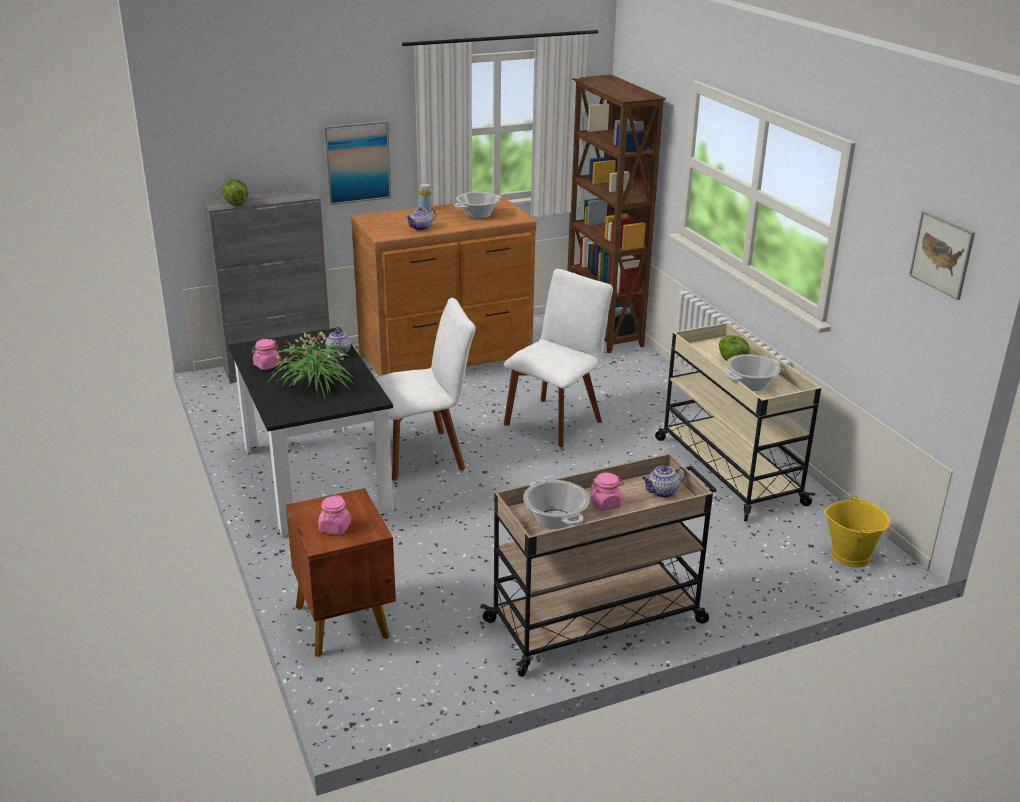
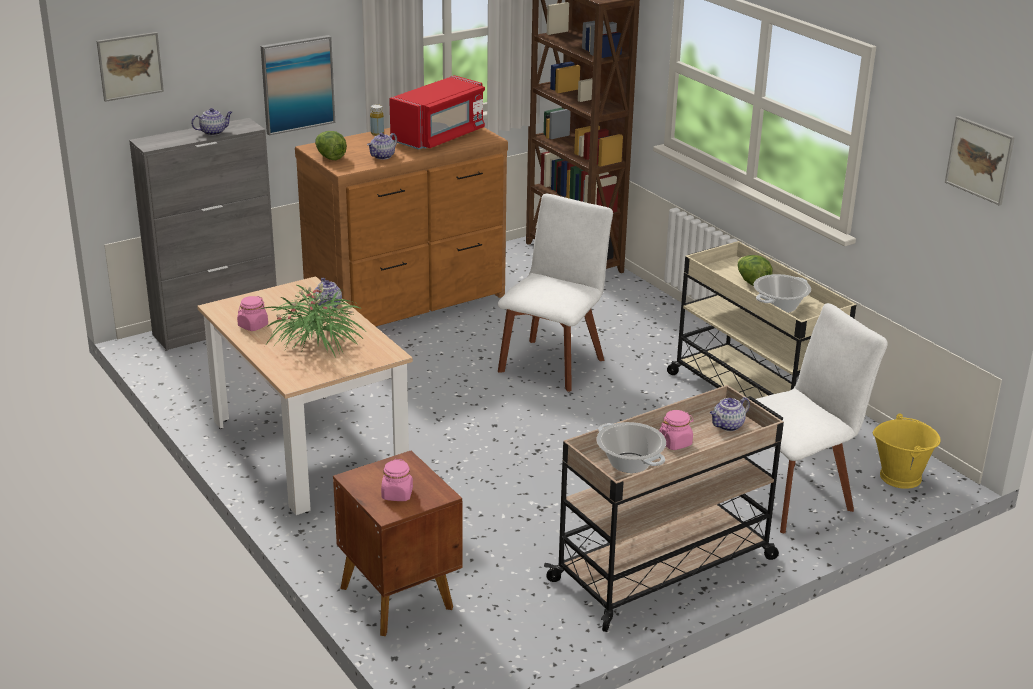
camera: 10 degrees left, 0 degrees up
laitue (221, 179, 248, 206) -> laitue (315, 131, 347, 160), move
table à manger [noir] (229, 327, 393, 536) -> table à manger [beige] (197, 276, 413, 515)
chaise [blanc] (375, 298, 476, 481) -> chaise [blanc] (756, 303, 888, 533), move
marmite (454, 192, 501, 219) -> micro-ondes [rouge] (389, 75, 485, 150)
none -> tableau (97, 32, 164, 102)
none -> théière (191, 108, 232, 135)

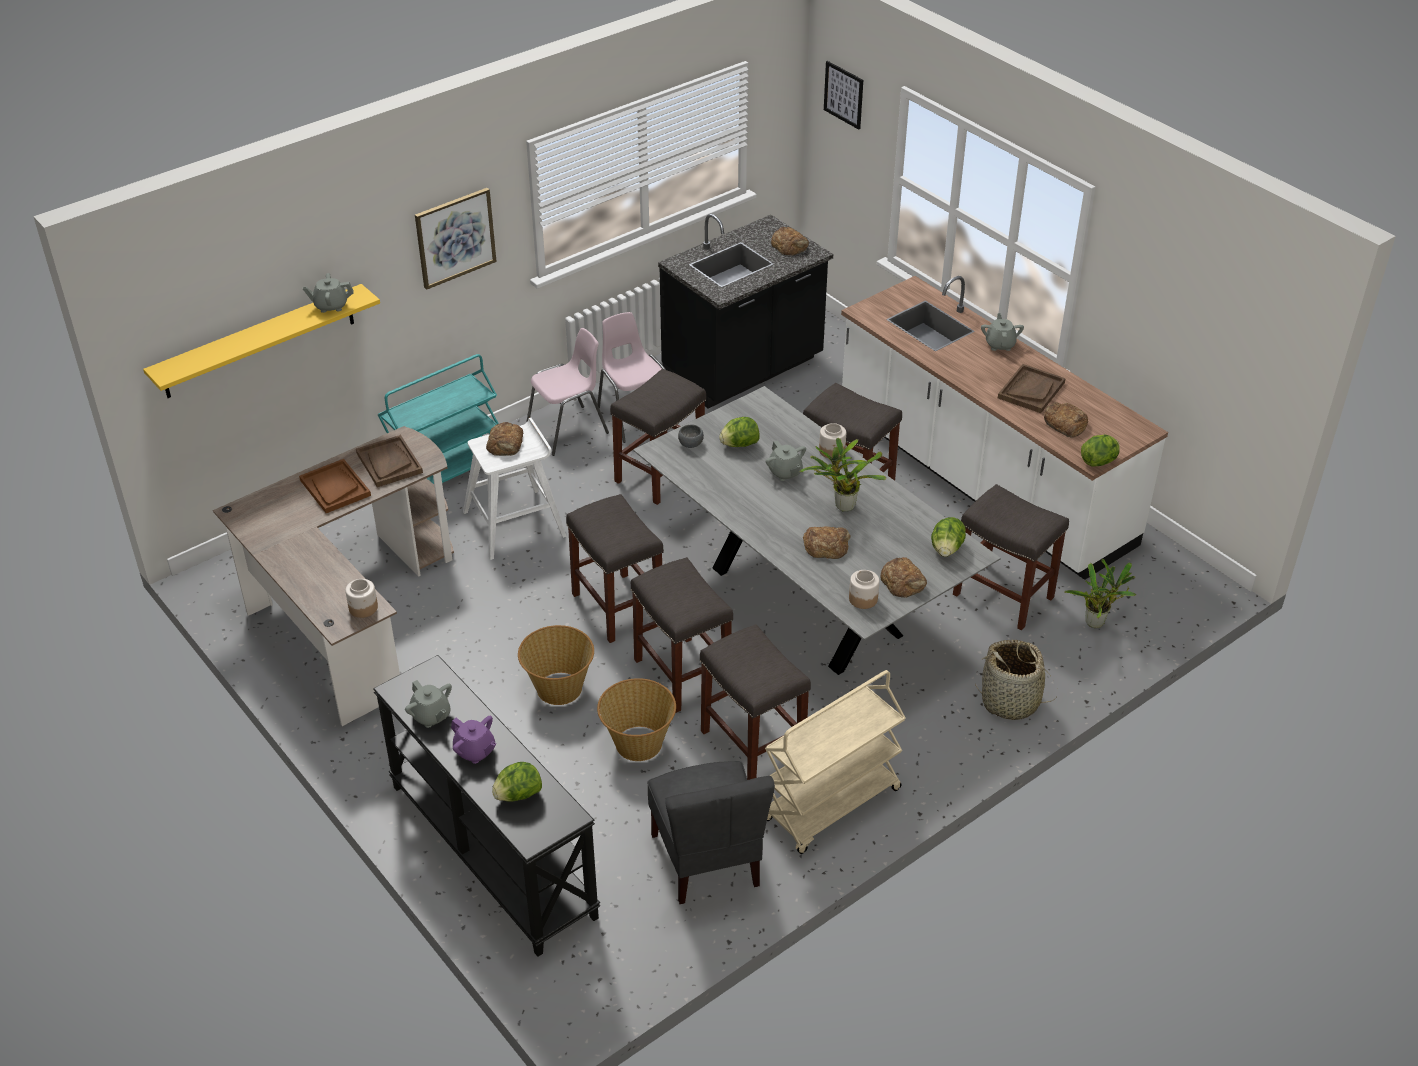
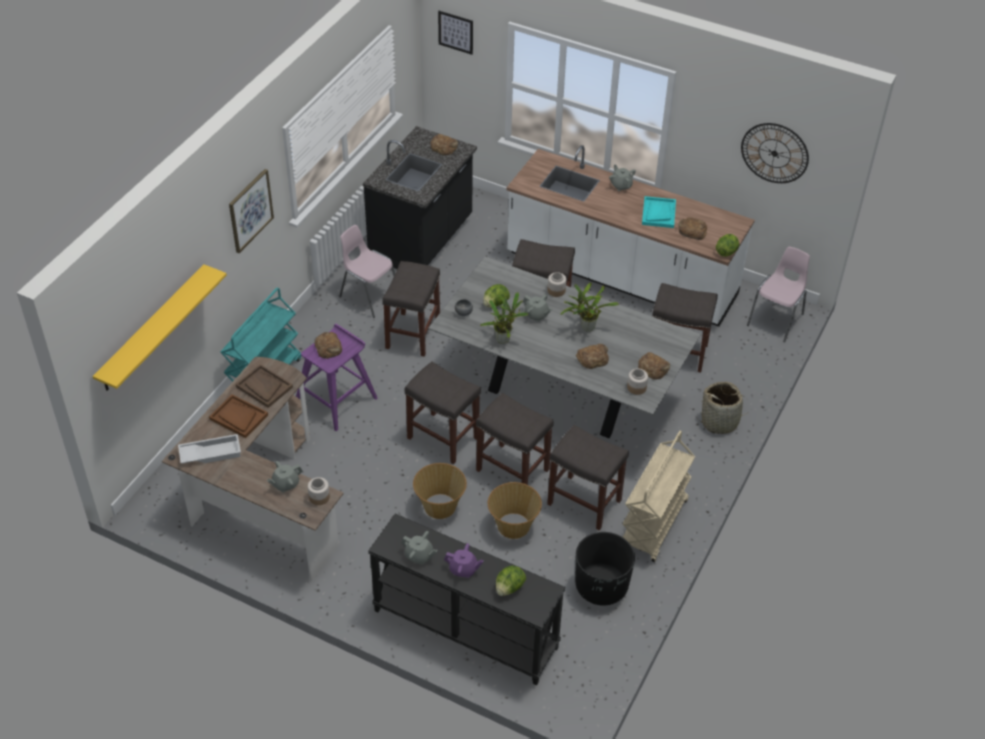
camera: 25 degrees left, 5 degrees up
théière [gris] (303, 273, 354, 313) -> théière [gris] (267, 461, 302, 493), move
tabouret [blanc] (463, 418, 567, 560) -> tabouret [violet] (296, 324, 378, 431)
chaise [rose] (526, 328, 609, 456) -> chaise [rose] (747, 247, 810, 342), move
chaise [gris] (647, 761, 775, 904) -> cache-pot [noir] (575, 532, 635, 606)
laitue (931, 517, 966, 557) -> none
plateau [marron] (998, 364, 1066, 413) -> plateau [turquoise] (642, 196, 676, 228)
plante en pot (1064, 559, 1136, 628) -> plante en pot (480, 292, 528, 344), move
none -> plateau [blanc] (178, 434, 241, 463)
none -> horloge murale (741, 123, 809, 183)

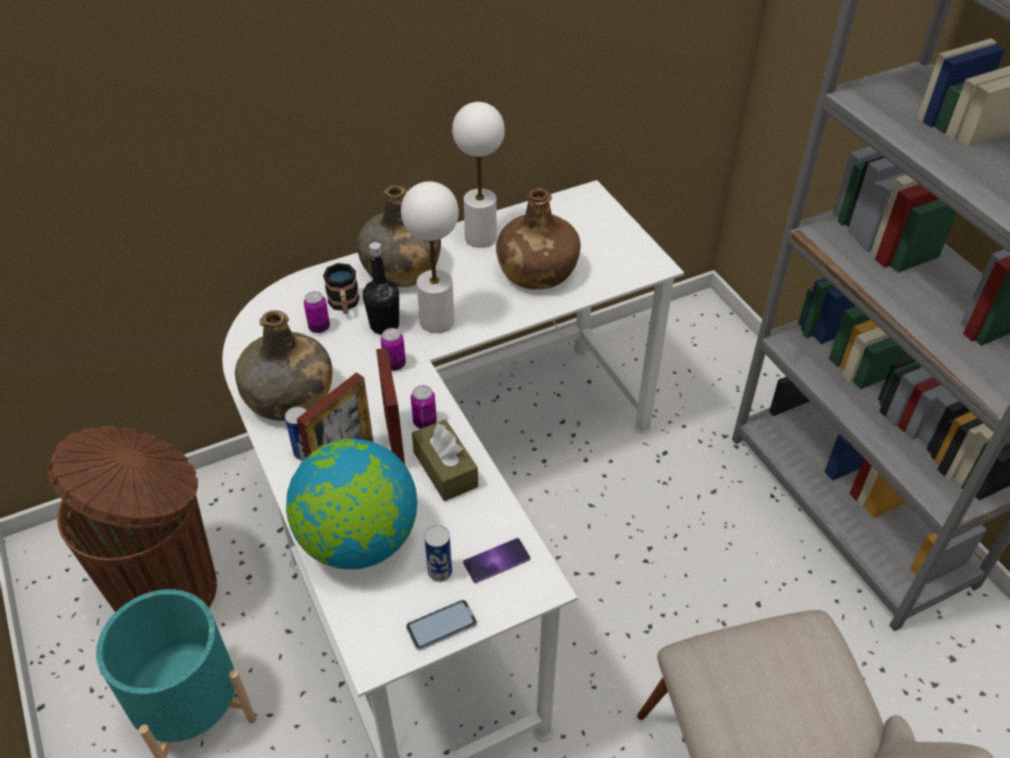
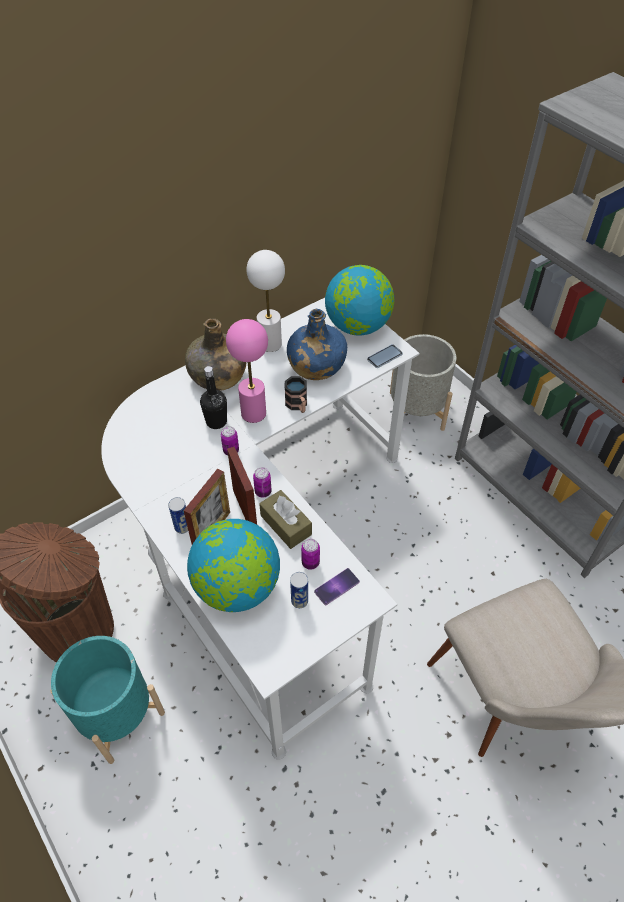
camera: 10 degrees left, 5 degrees up
bouteille [vert] (235, 310, 332, 421) -> none
boîte métallique (304, 291, 330, 333) -> boîte métallique (301, 539, 320, 570), move
mug (323, 263, 360, 314) -> mug (284, 376, 307, 413), move
lampe de table [blanc] (401, 181, 459, 333) -> lampe de table [rose] (226, 319, 268, 423)
téléphone (406, 600, 477, 650) -> téléphone (367, 345, 403, 368), move
bouteille [marron] (496, 188, 581, 290) -> bouteille [bleu] (287, 309, 347, 380)
none -> globe (325, 265, 394, 336)
none -> cache-pot [gris] (390, 334, 456, 431)

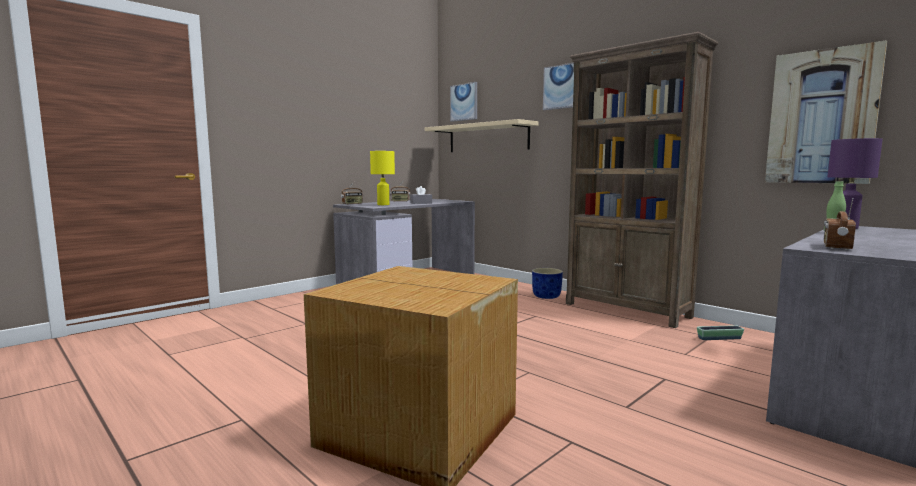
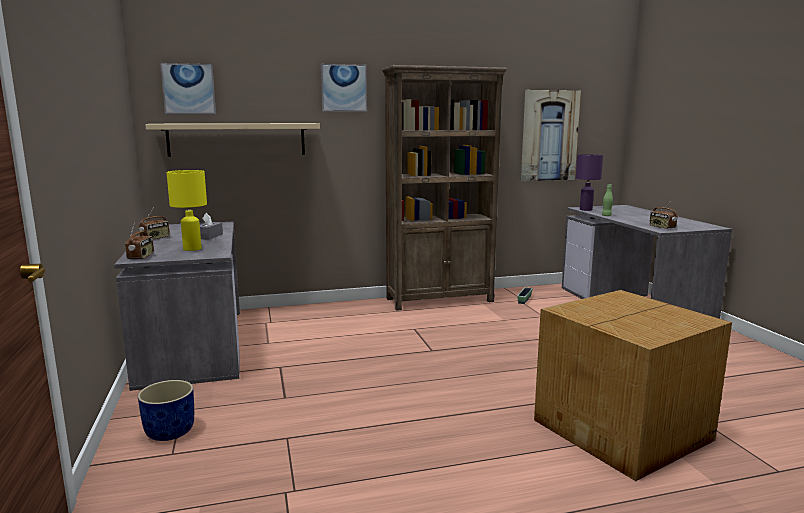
camera: 60 degrees left, 5 degrees up
cache-pot [bleu] (532, 268, 563, 299) -> cache-pot [bleu] (138, 380, 194, 441), move

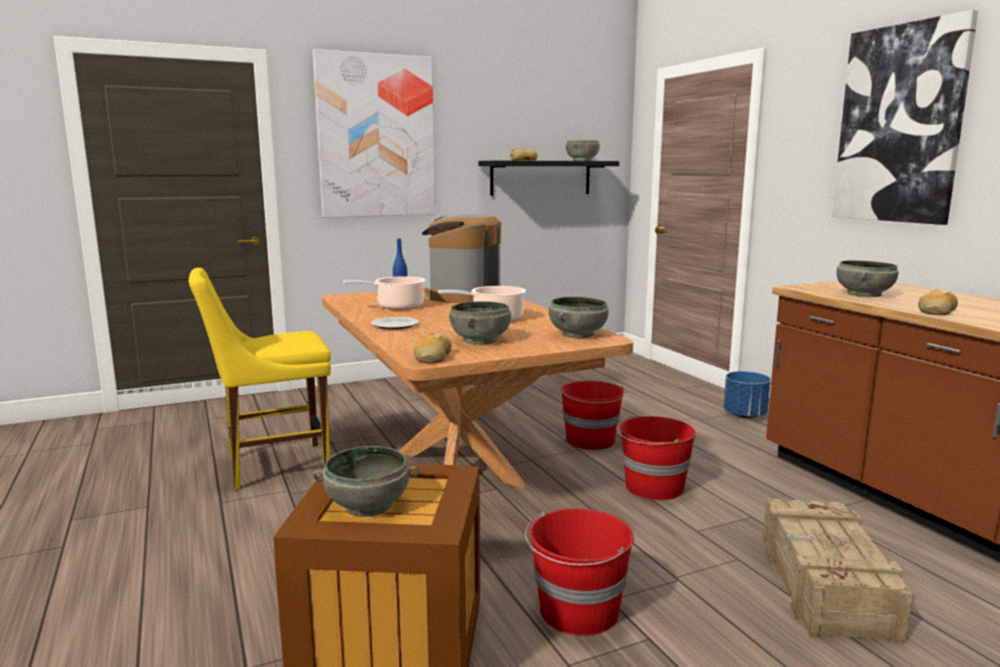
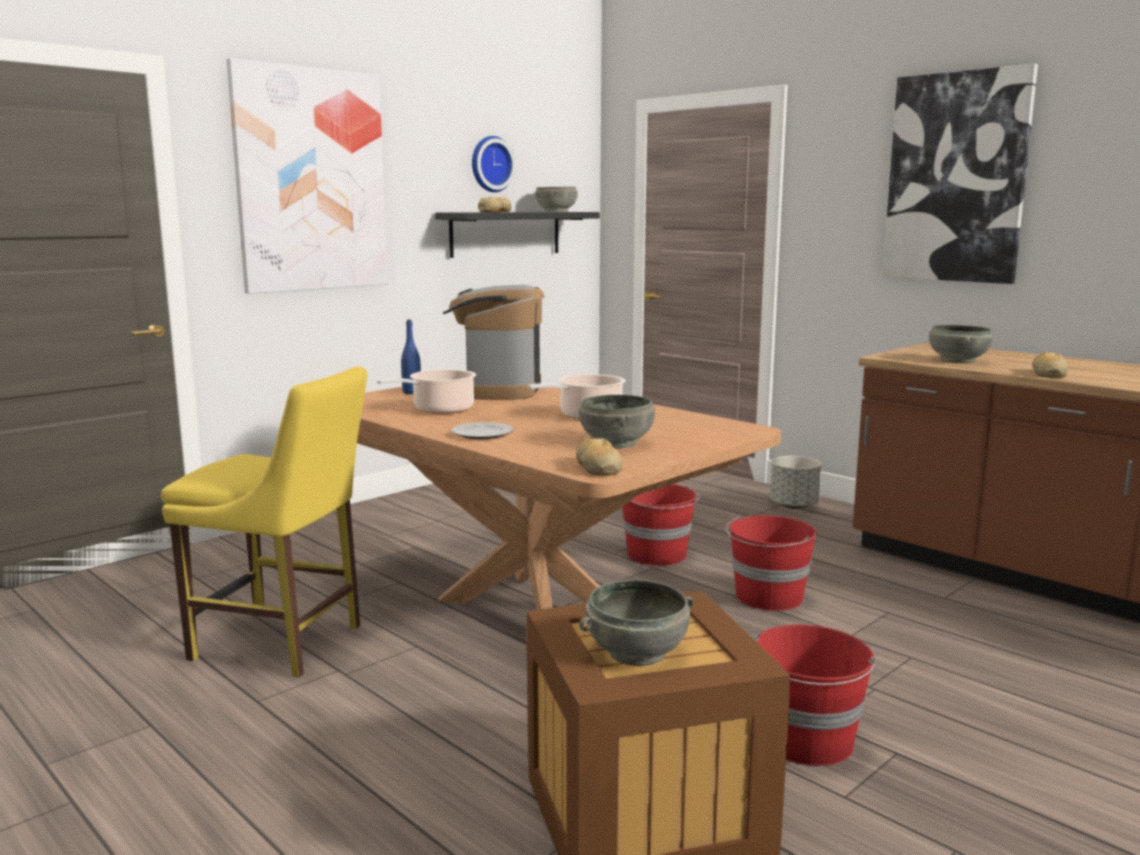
camera: 20 degrees left, 0 degrees up
chaise [jaune] (189, 268, 331, 491) -> chaise [jaune] (161, 367, 367, 678), 120 degrees counterclockwise
bol [gris] (549, 297, 609, 338) -> none
cache-pot [bleu] (724, 371, 771, 419) -> cache-pot [gris] (770, 456, 821, 509)
caisse (763, 499, 912, 644) -> none
none -> horloge murale (472, 136, 516, 192)

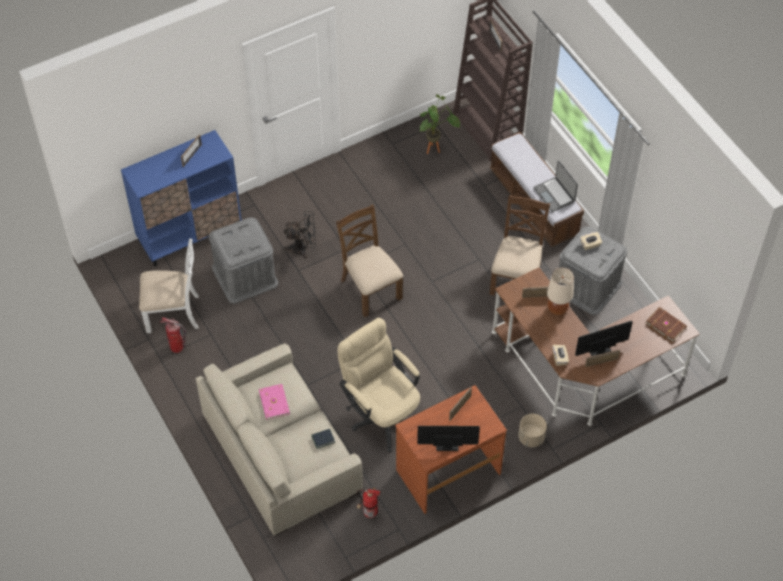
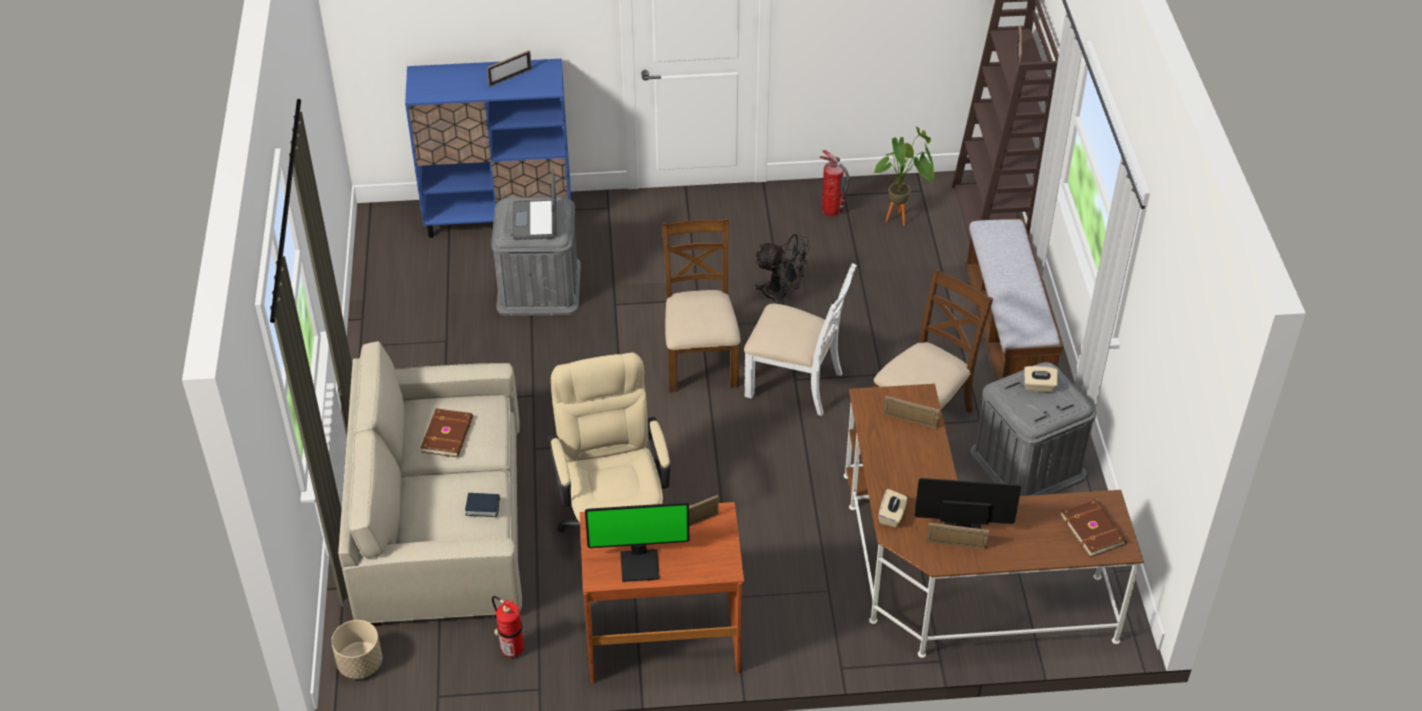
camera: 25 degrees right, 10 degrees down
chaise [blanc] (139, 238, 199, 333) -> chaise [blanc] (744, 263, 857, 416), move
extincteur (160, 317, 186, 353) -> extincteur (819, 150, 849, 217), move
livre [rose] (259, 384, 290, 420) -> livre [marron] (421, 408, 473, 457)
ventilateur [noir] (284, 211, 316, 258) -> ventilateur [noir] (754, 234, 810, 304), move
écran d'ordinateur (417, 426, 480, 451) -> écran d'ordinateur (585, 502, 689, 582), 150 degrees clockwise
cache-pot [beige] (518, 414, 547, 447) -> cache-pot [beige] (331, 620, 382, 679), move
ordinateur portable (533, 160, 578, 212) -> ordinateur portable (512, 168, 557, 240), move
lampe de table [beige] (547, 268, 574, 315) -> none

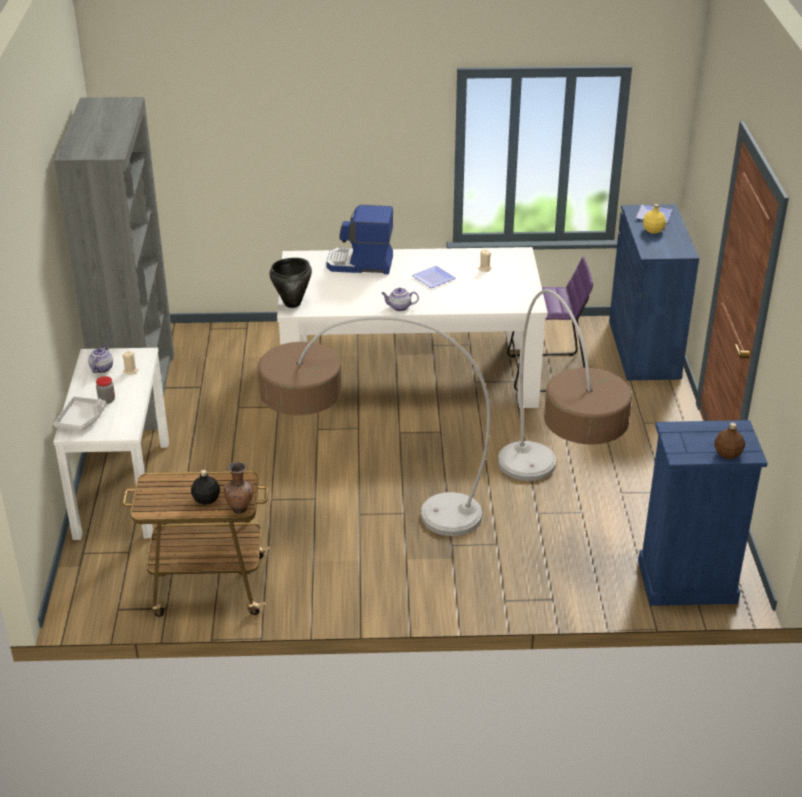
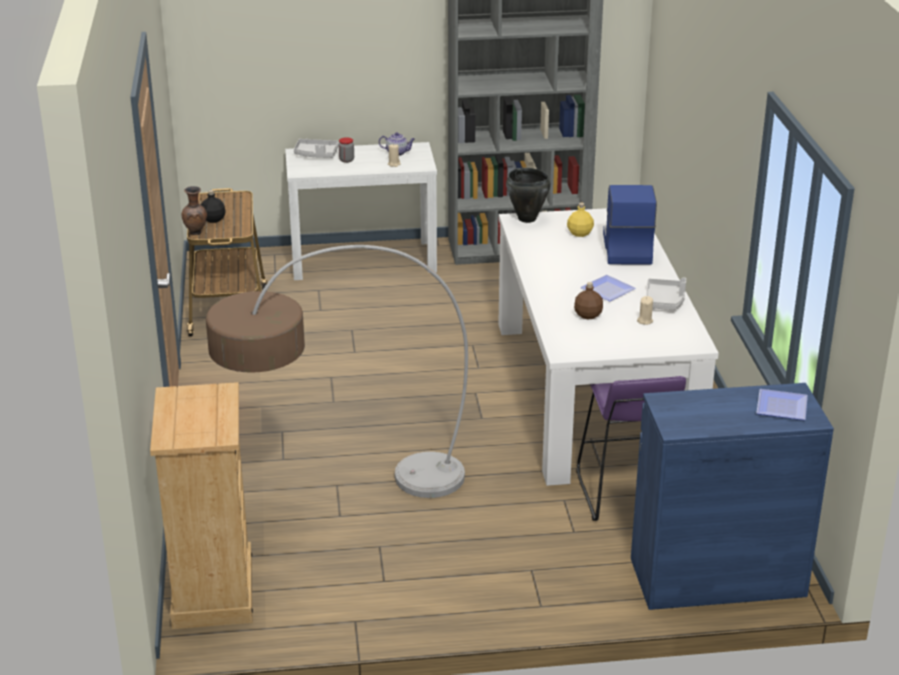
camera: 85 degrees right, 5 degrees down
lampadaire (258, 316, 491, 536) -> none
théière (381, 288, 419, 311) -> none
commode [bleu] (638, 420, 768, 606) -> commode [beige] (150, 382, 253, 629)
bouteille [jaune] (643, 204, 666, 234) -> bouteille [jaune] (567, 203, 594, 237), move
bouteille [marron] (714, 422, 745, 459) -> bouteille [marron] (574, 282, 603, 319), move
none -> plateau [gris] (646, 278, 686, 310)

